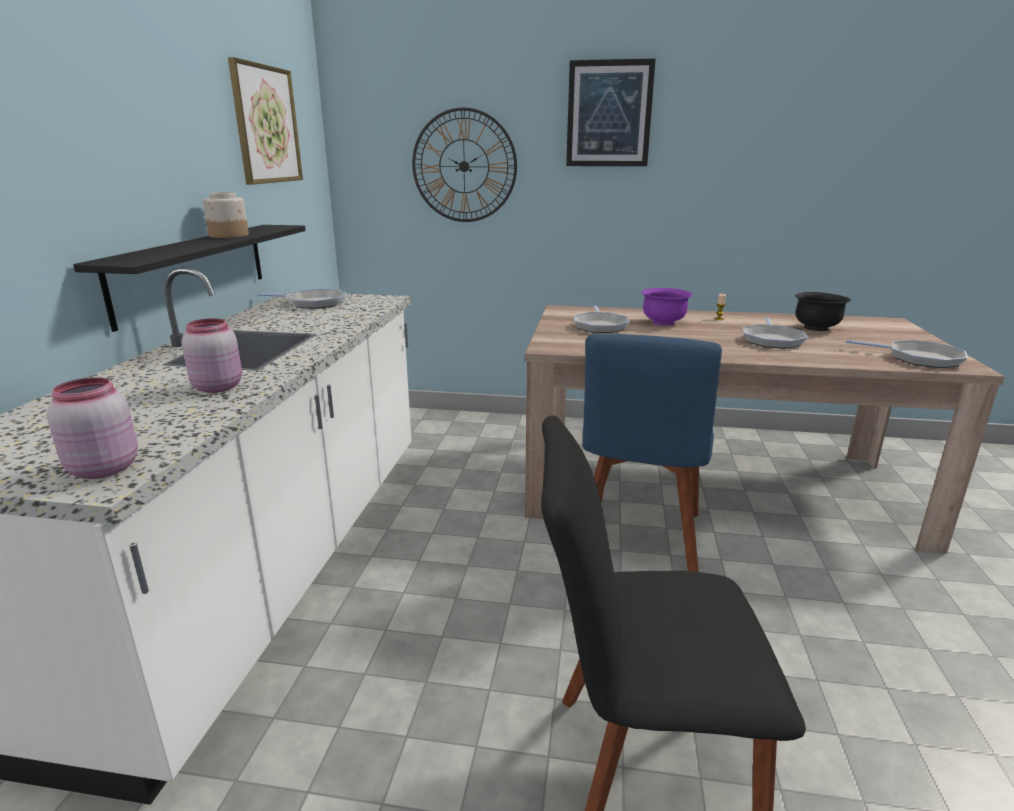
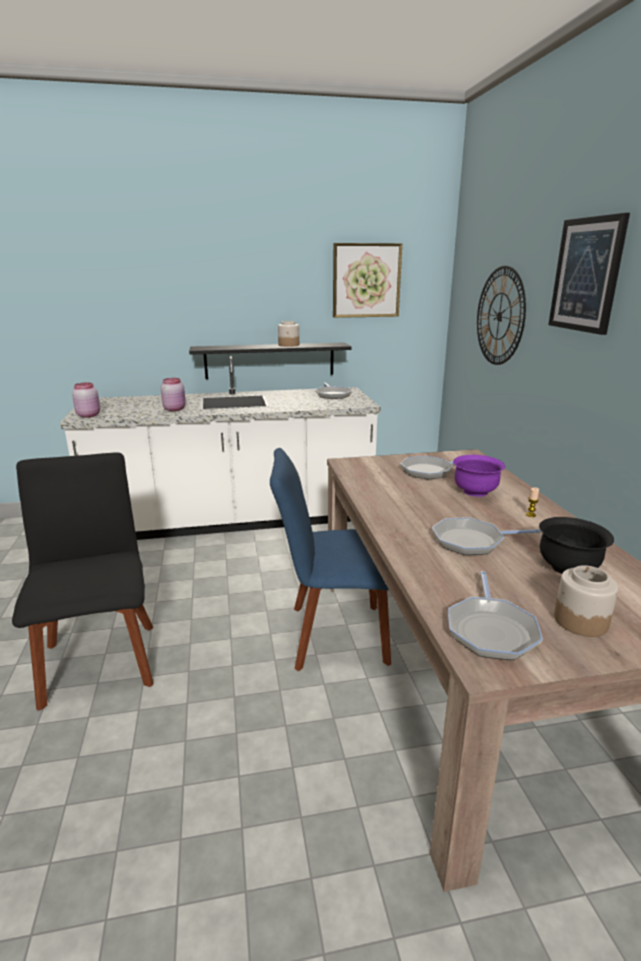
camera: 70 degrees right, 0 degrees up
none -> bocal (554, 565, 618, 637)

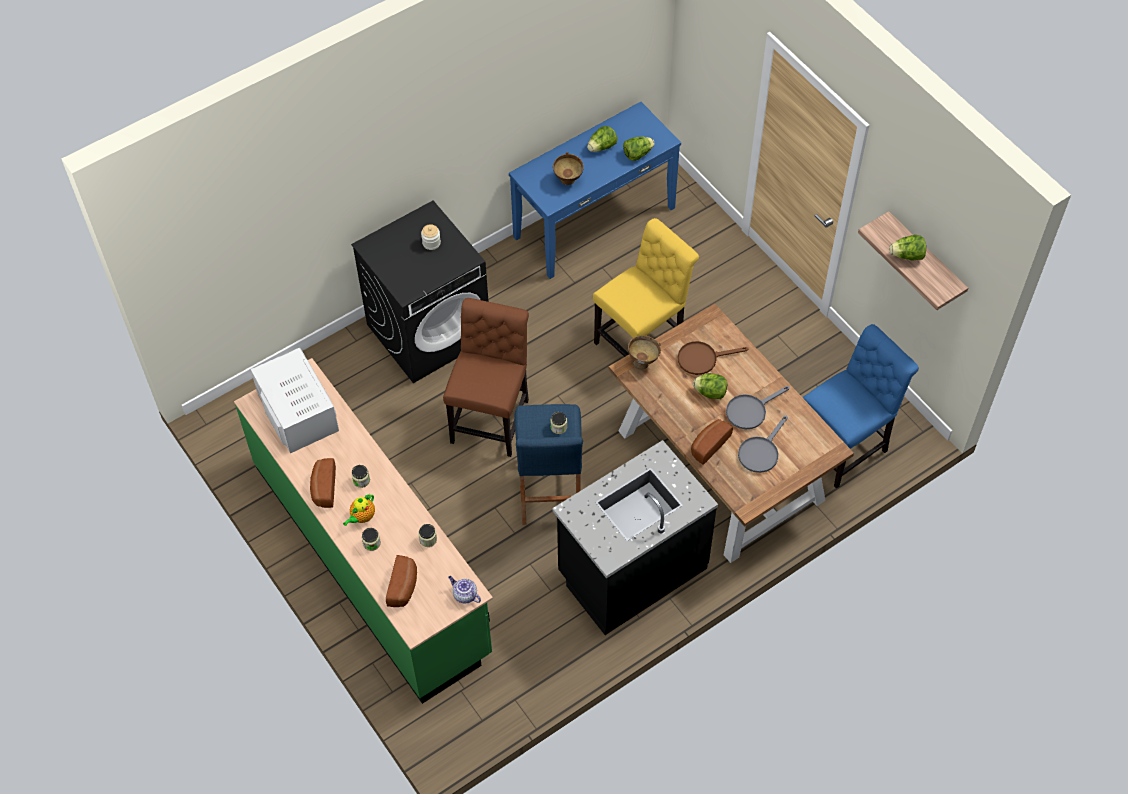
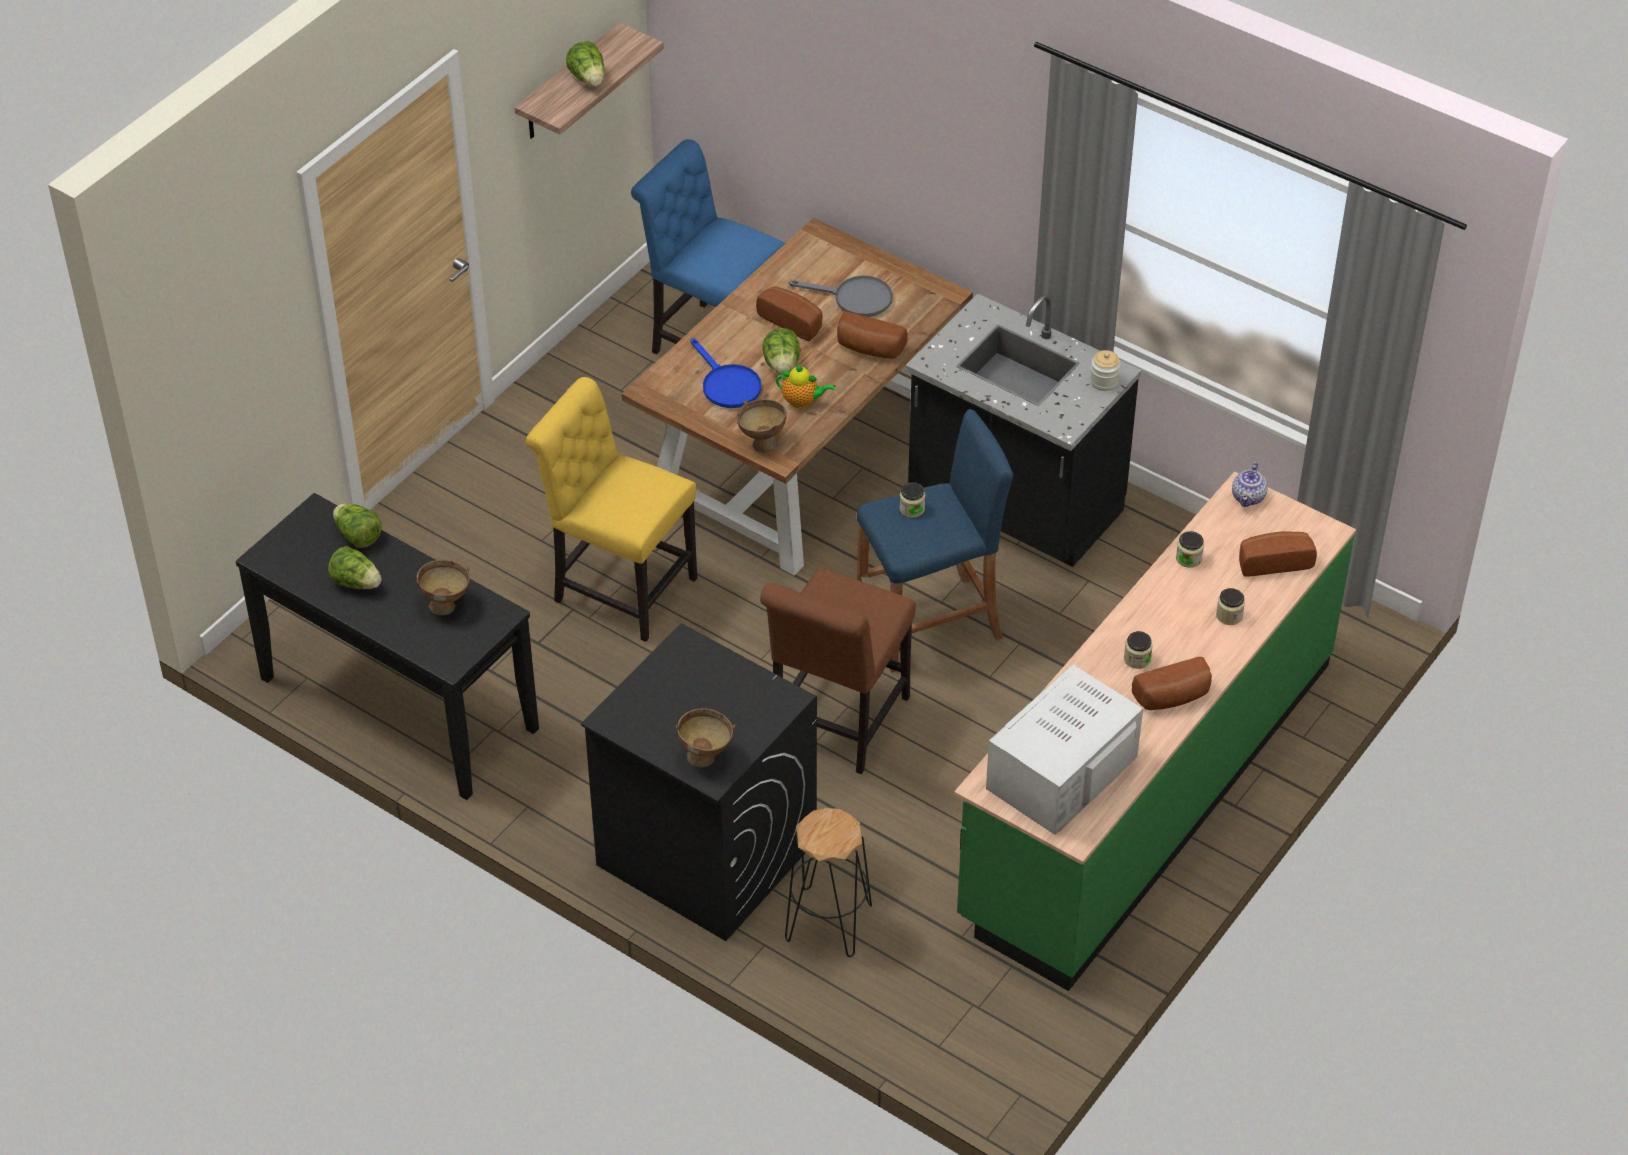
camera: 110 degrees left, 10 degrees down
théière (343, 494, 375, 526) -> théière (776, 365, 836, 408), move
bocal (421, 224, 441, 250) -> bocal (1090, 350, 1121, 391), move
chaise [marron] (443, 298, 529, 457) -> chaise [marron] (760, 568, 916, 774), 60 degrees counterclockwise
table console [bleu] (509, 102, 681, 279) -> table console [noir] (236, 493, 539, 800)
poêle [marron] (678, 341, 749, 375) -> poêle [bleu] (691, 338, 761, 408)
poêle [gris] (726, 386, 790, 429) -> pain (756, 286, 822, 341)
none -> bol [marron] (676, 708, 735, 768)
none -> tabouret [noir] (785, 808, 872, 957)

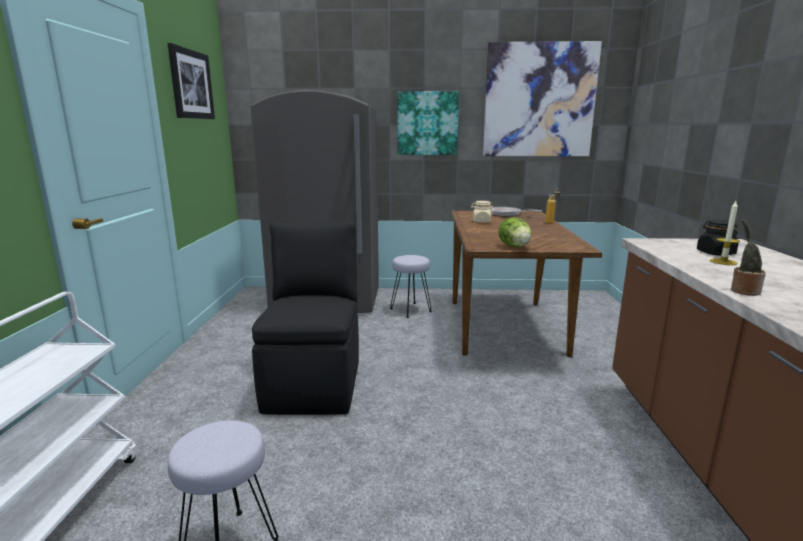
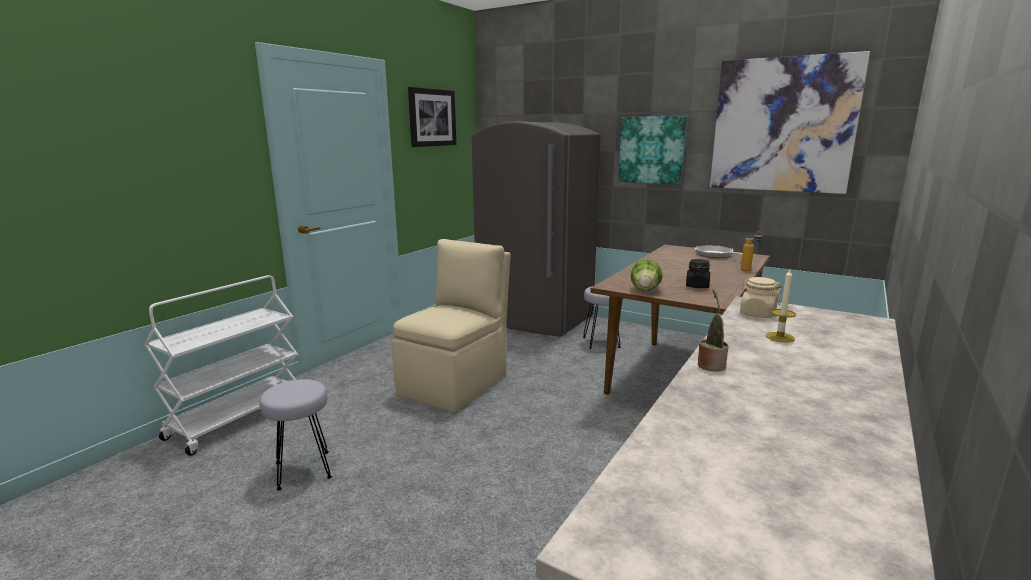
camera: 30 degrees right, 0 degrees up
chaise [noir] (252, 220, 359, 415) -> chaise [beige] (392, 239, 511, 413)
bocal [beige] (471, 201, 493, 223) -> bocal [beige] (739, 277, 782, 318), move
bocal [noir] (697, 219, 738, 256) -> bocal [noir] (686, 259, 710, 288), move

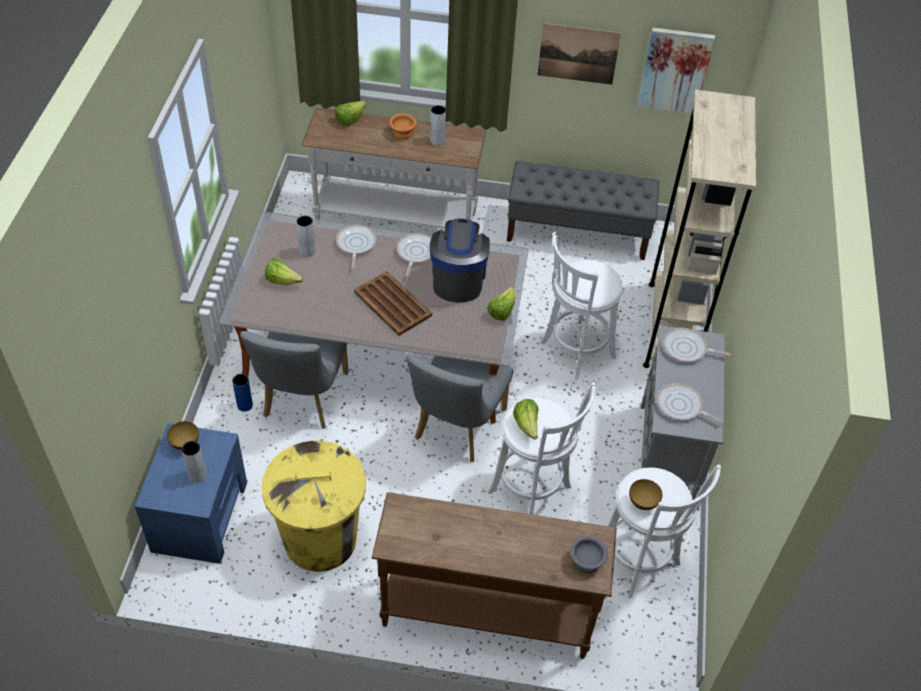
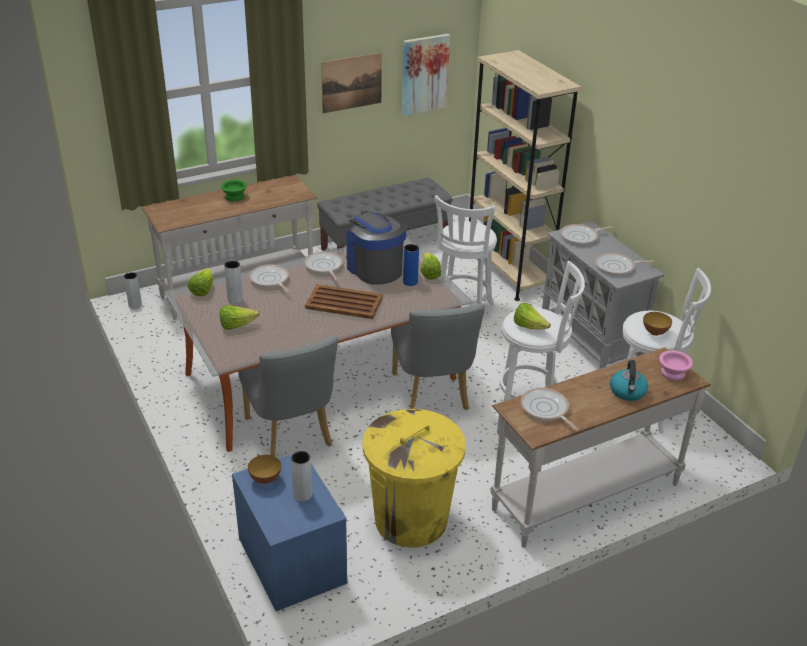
camera: 35 degrees left, 15 degrees down
vase [bleu] (232, 374, 253, 412) -> vase [bleu] (403, 244, 419, 286), move
laitue (335, 101, 366, 126) -> laitue (188, 268, 213, 296), move
table console [marron] (371, 492, 617, 659) -> table console [blanc] (491, 347, 711, 548)
bol [orange] (389, 113, 417, 139) -> bol [vert] (221, 180, 247, 201)
vase [gris] (430, 105, 446, 146) -> vase [gris] (124, 272, 142, 309), move
bol [gris] (570, 536, 608, 573) -> bol [rose] (659, 350, 693, 381)
none -> poêle (521, 388, 579, 431)
none -> bouilloire (610, 360, 648, 401)

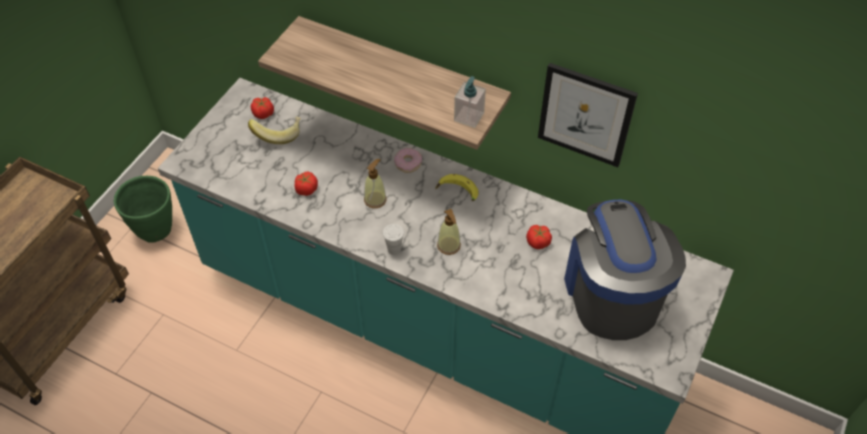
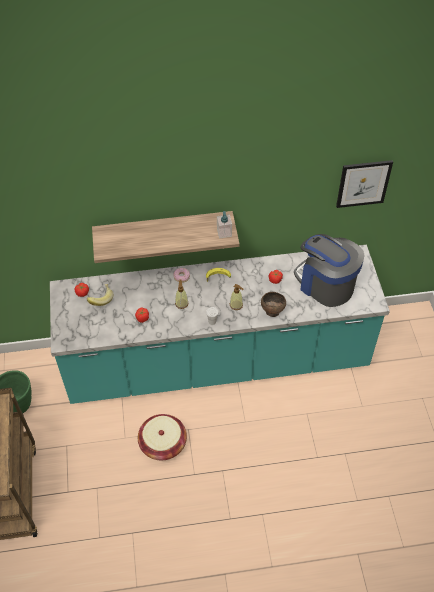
camera: 35 degrees left, 0 degrees up
tableau (538, 63, 638, 167) -> tableau (336, 160, 393, 208), move
none -> panier (138, 414, 187, 460)
none -> bol [marron] (261, 292, 286, 317)

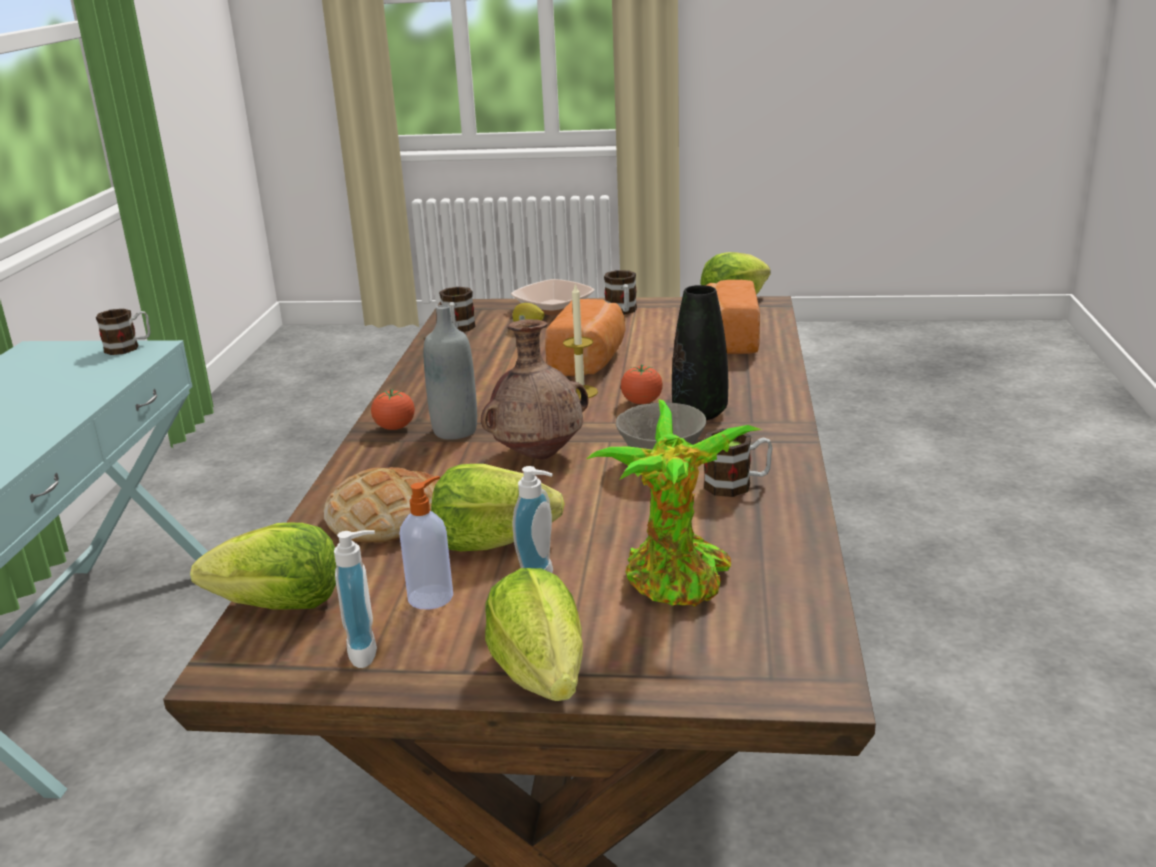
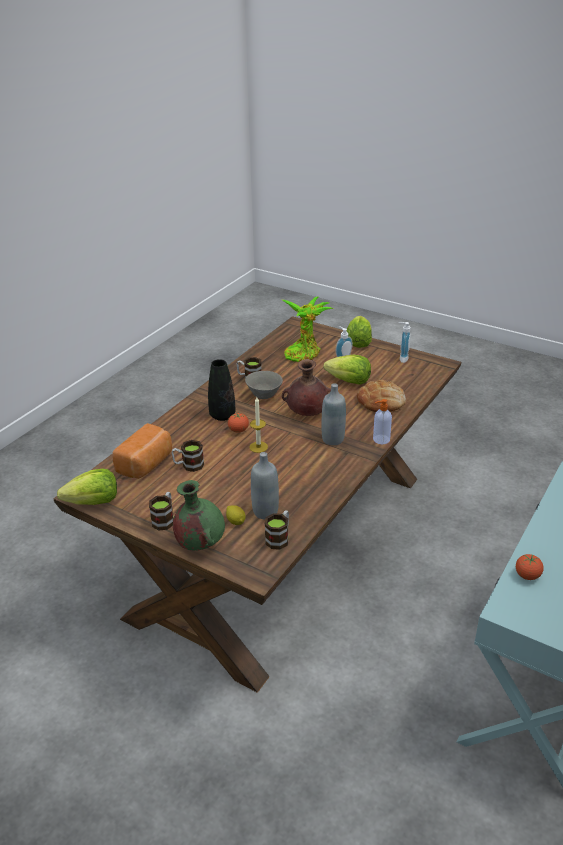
camera: 155 degrees left, 10 degrees up
mug (96, 309, 150, 355) -> mug (171, 440, 204, 472), move
laitue (190, 523, 336, 609) -> none
tomate (371, 389, 415, 430) -> tomate (516, 554, 544, 580), move
distributeur de savon (399, 476, 453, 610) -> distributeur de savon (373, 399, 392, 444), move
bol (511, 279, 595, 315) -> vase [vert] (173, 480, 225, 550)
pain (545, 299, 626, 376) -> none
none -> bouteille [gris] (251, 452, 279, 519)

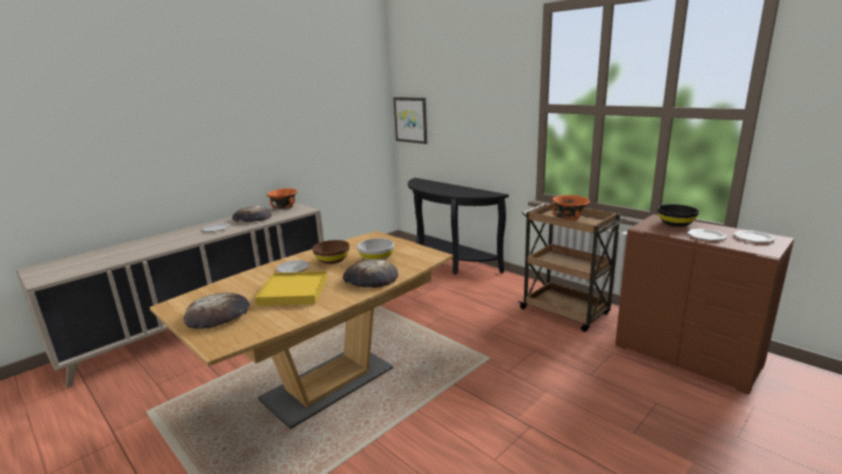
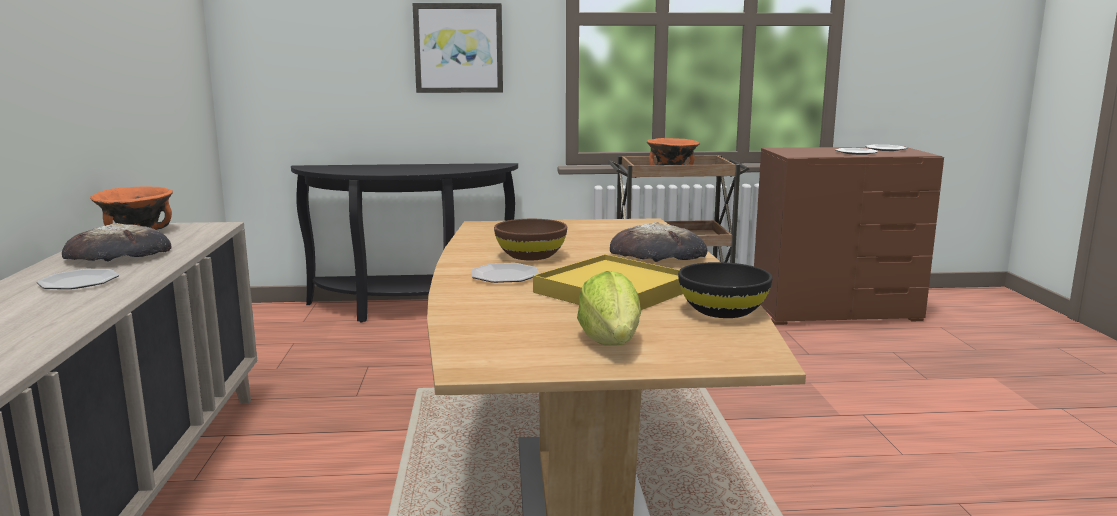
camera: 50 degrees left, 5 degrees down
pain (184, 293, 250, 329) -> laitue (577, 271, 641, 346)
bol [blanc] (357, 238, 394, 260) -> none
tableau (393, 97, 427, 144) -> tableau (413, 3, 503, 93), move
bol [noir] (658, 204, 699, 227) -> bol [noir] (678, 262, 772, 318), move

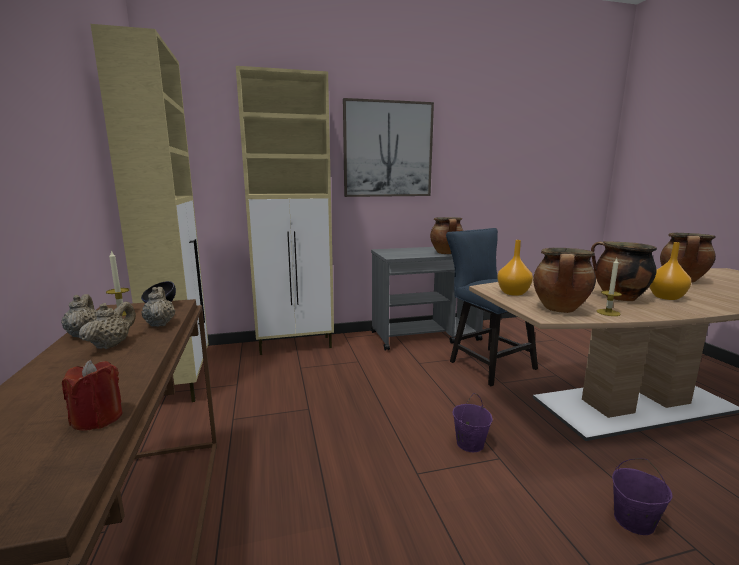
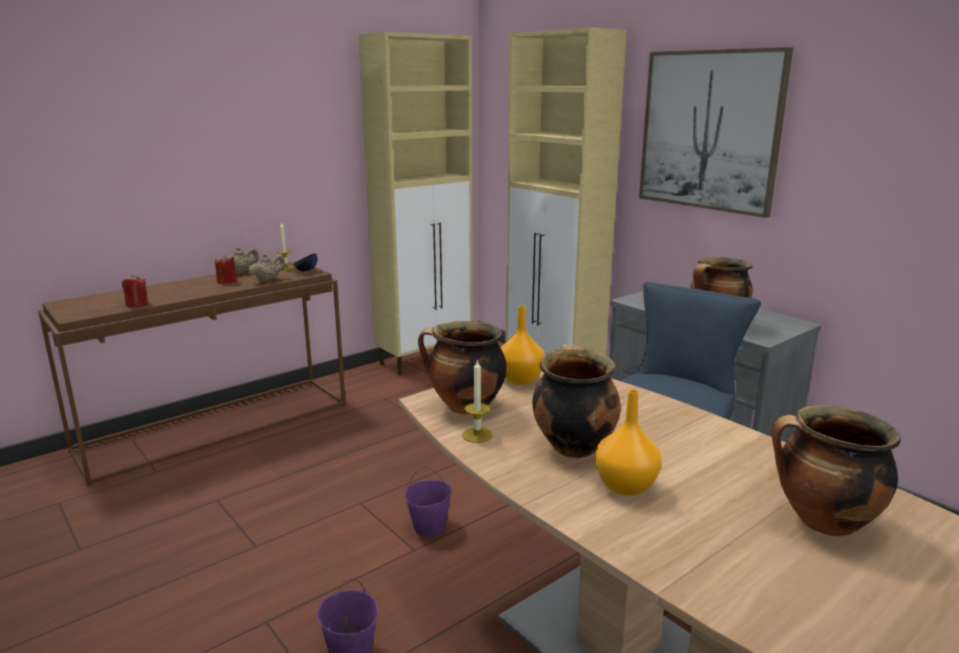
camera: 65 degrees right, 5 degrees up
théière [beige] (79, 302, 136, 349) -> bougie [rouge] (215, 255, 237, 284)

